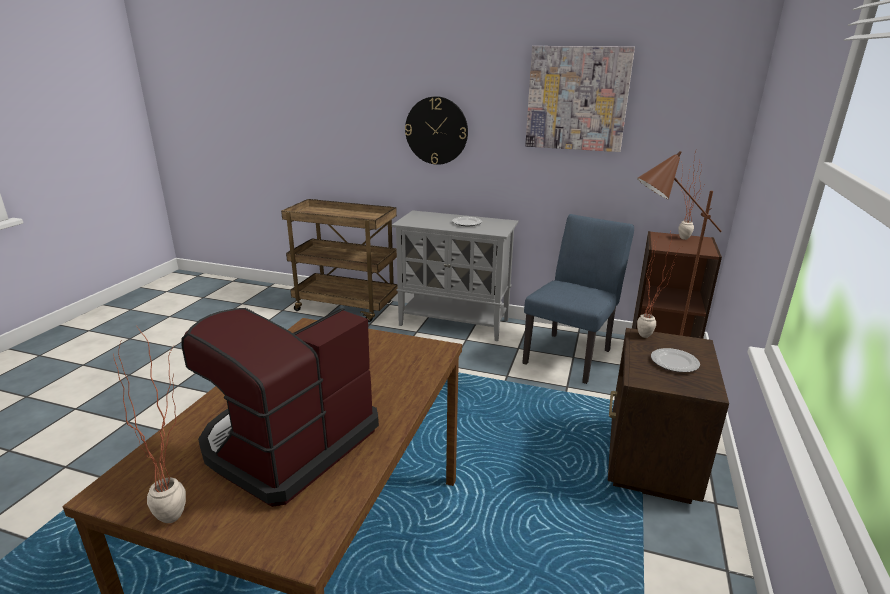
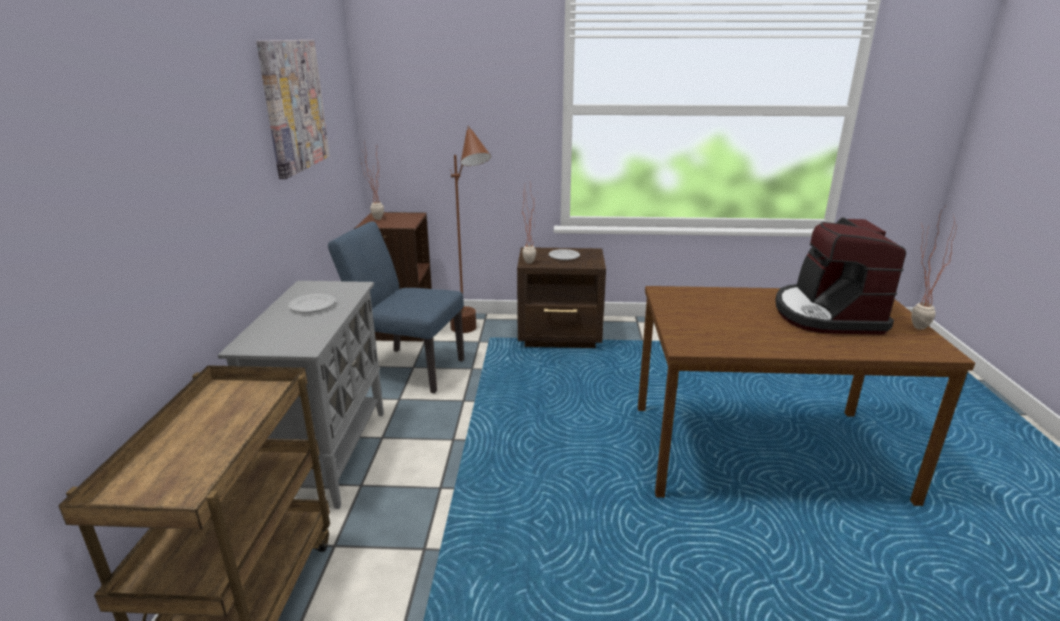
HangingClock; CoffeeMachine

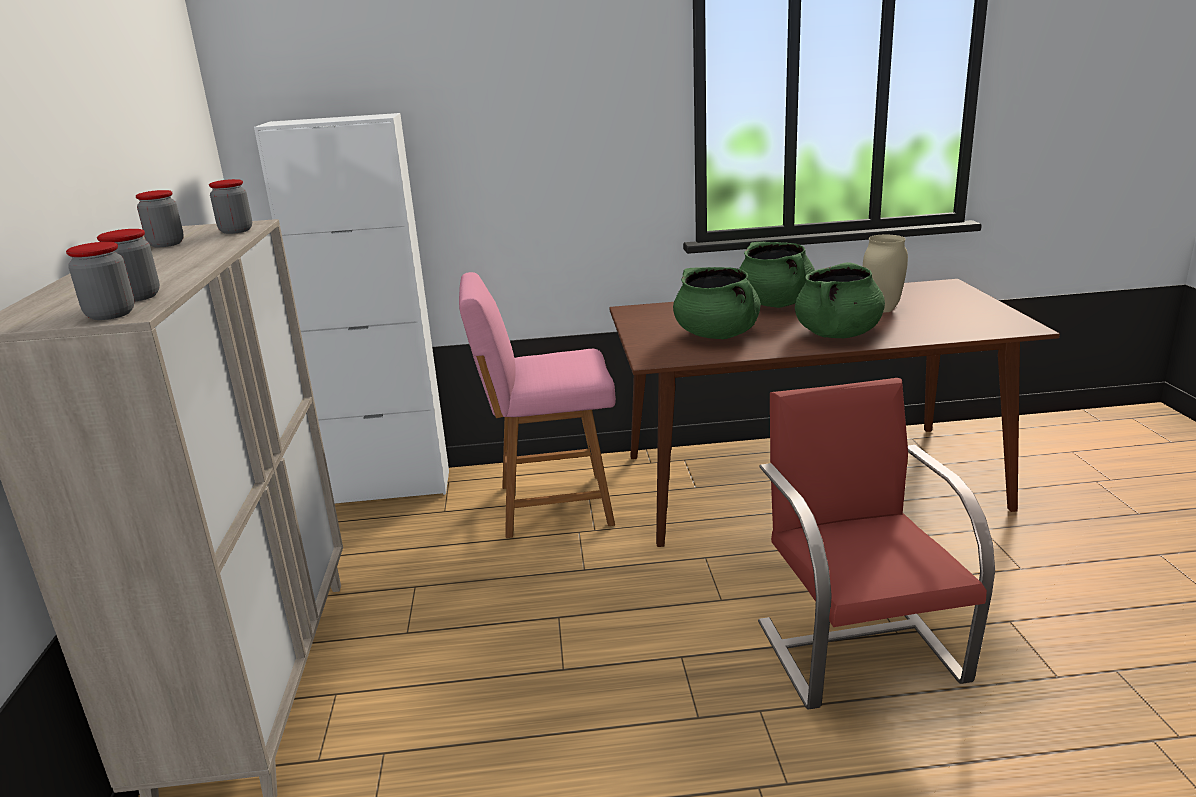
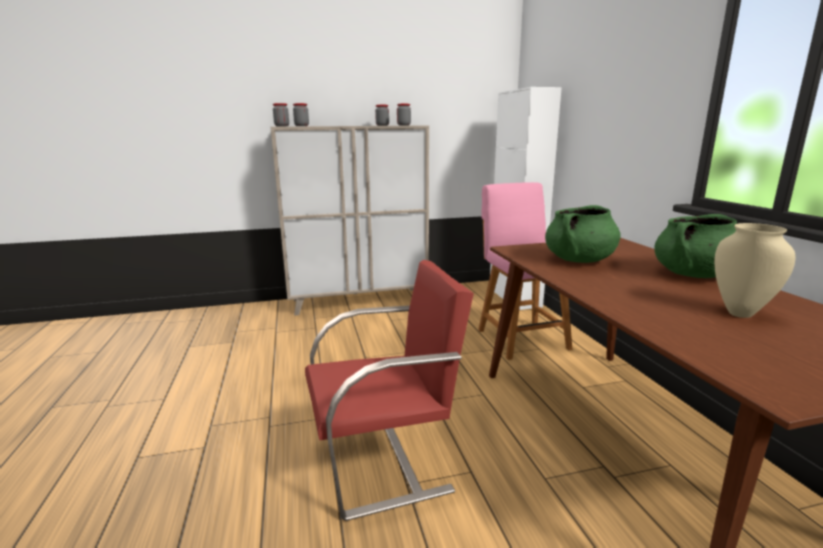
GreenCookingPot (no. 3 from left in the first image)

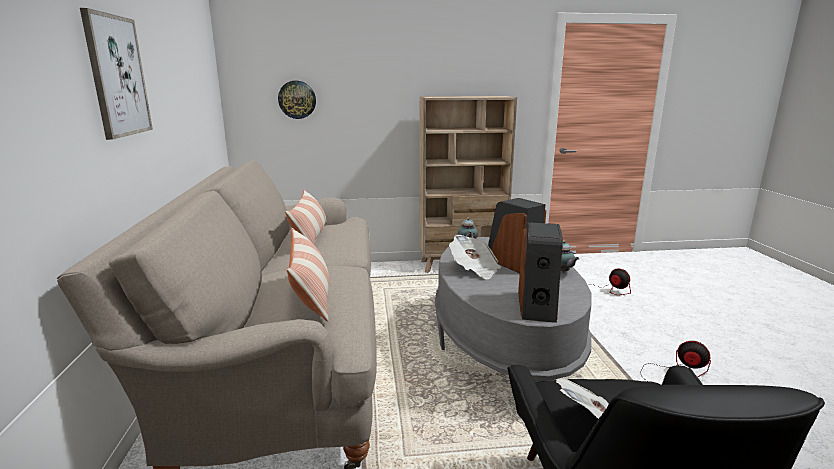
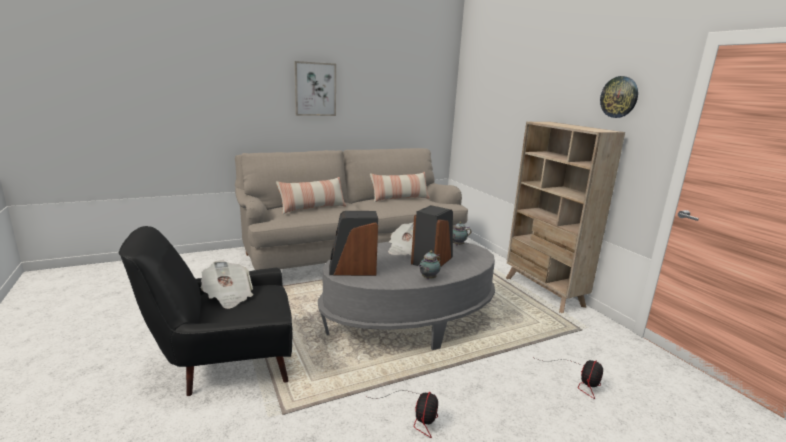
HangingClock

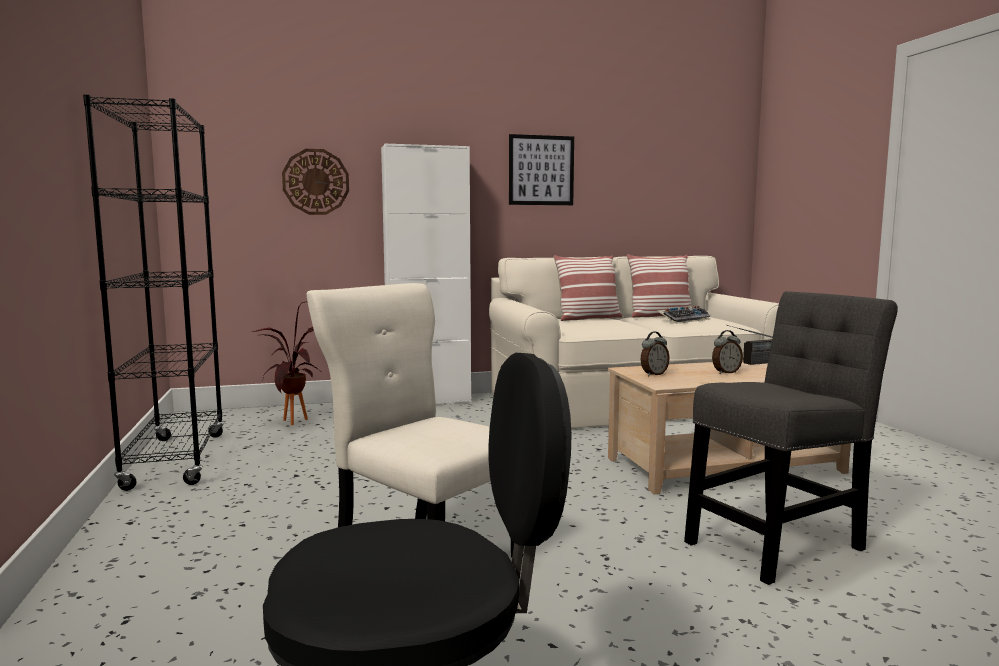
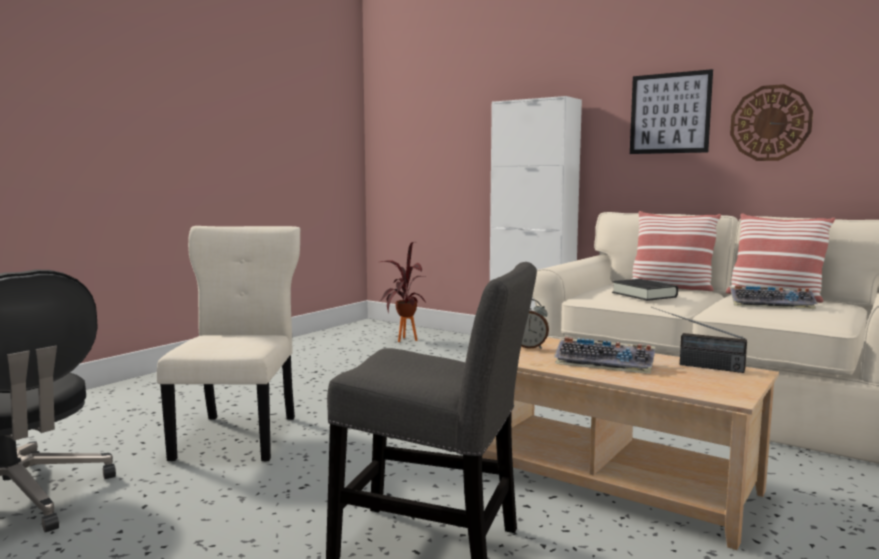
BlackishShelvingUnit; HangingClock; Keyboard (no. 1 from left); BlackishVolume

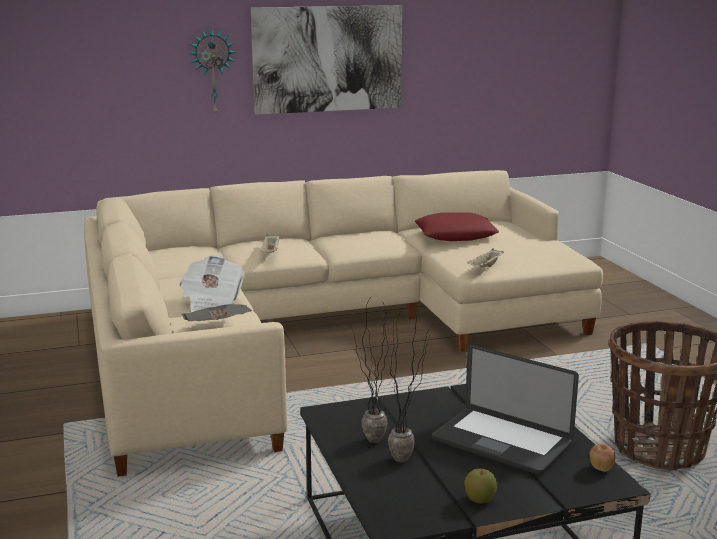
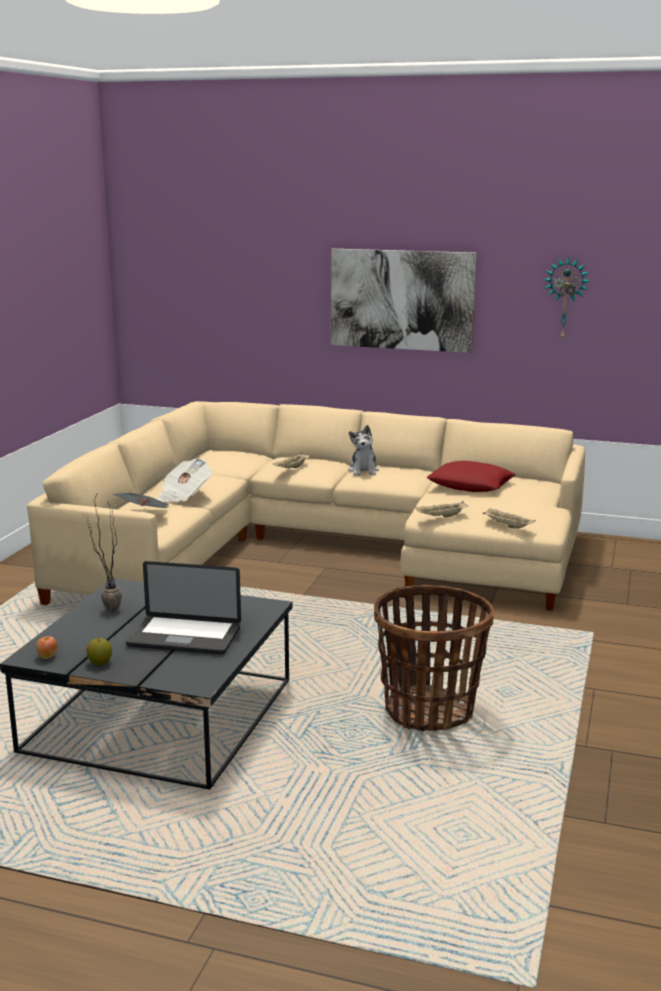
HangingClock; Houseplant (no. 2 from left in the first image); PortableComputer; Apple (no. 1 from left); SoftToy; BeigeTray (no. 3 from left)

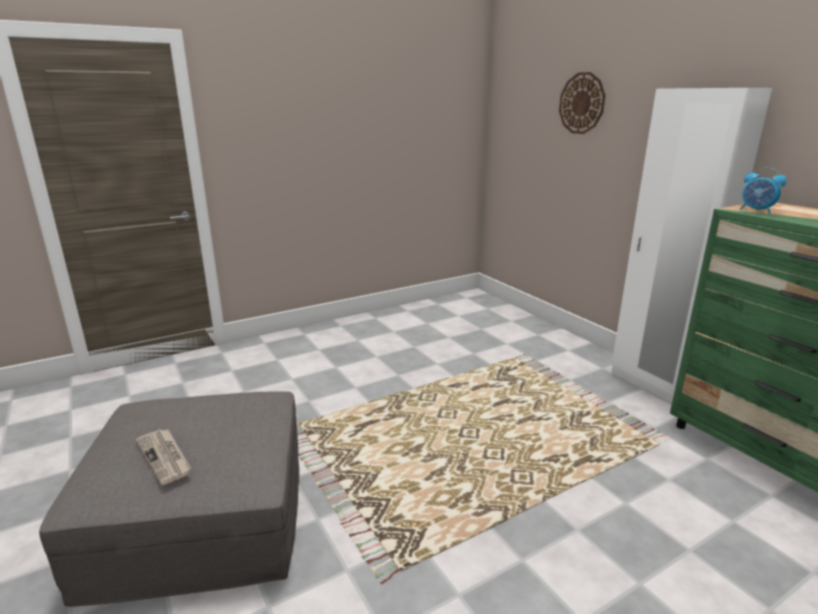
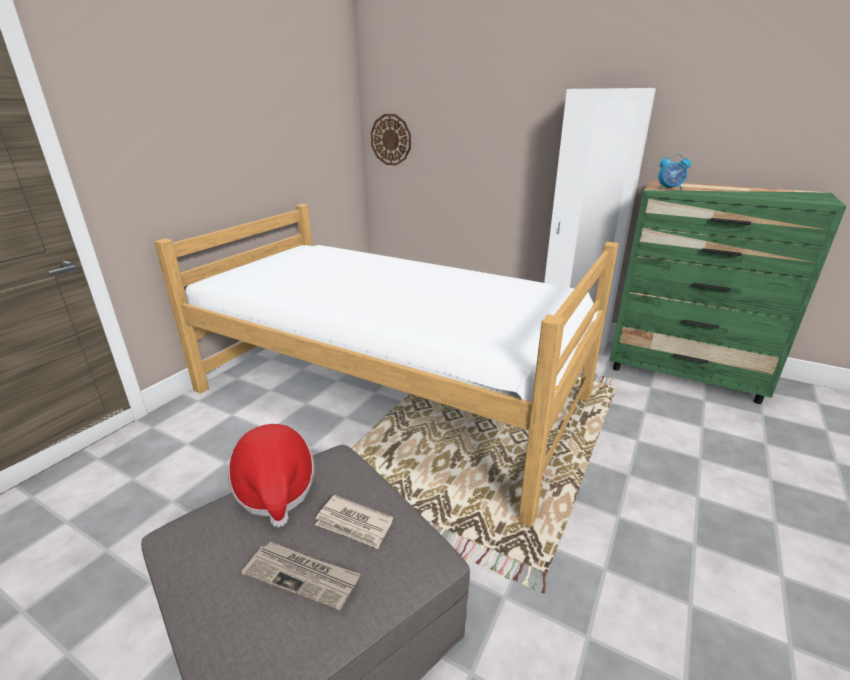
HangingClock; BedroomBed; Hat; PrintedPaper (no. 2 from left)

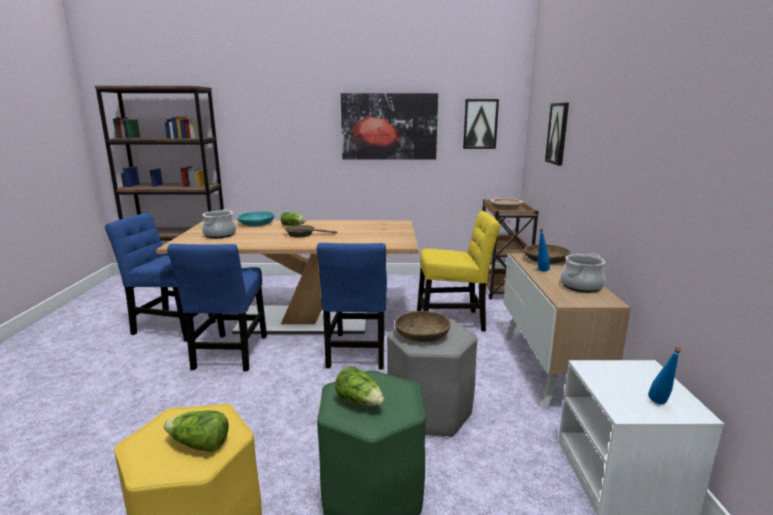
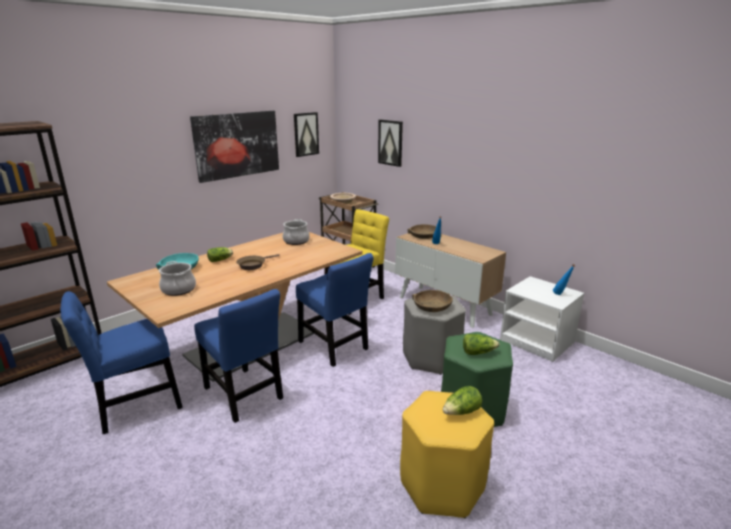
CookingPot (no. 2 from left)

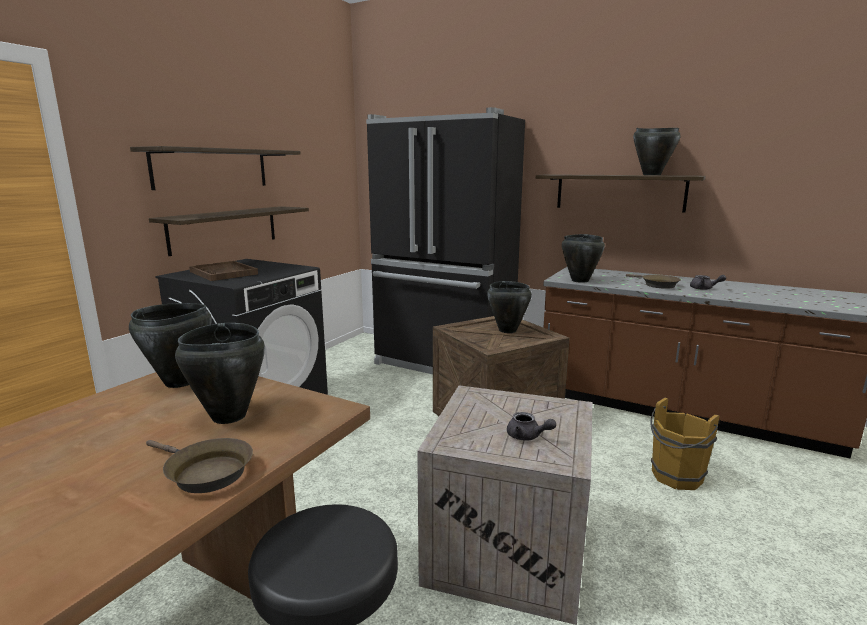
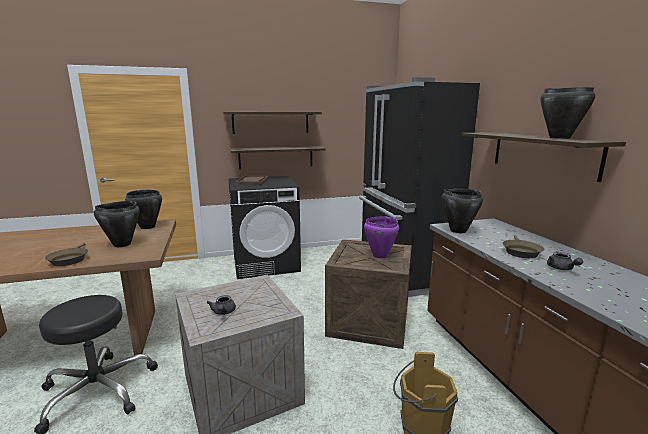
PurpleCookingPot

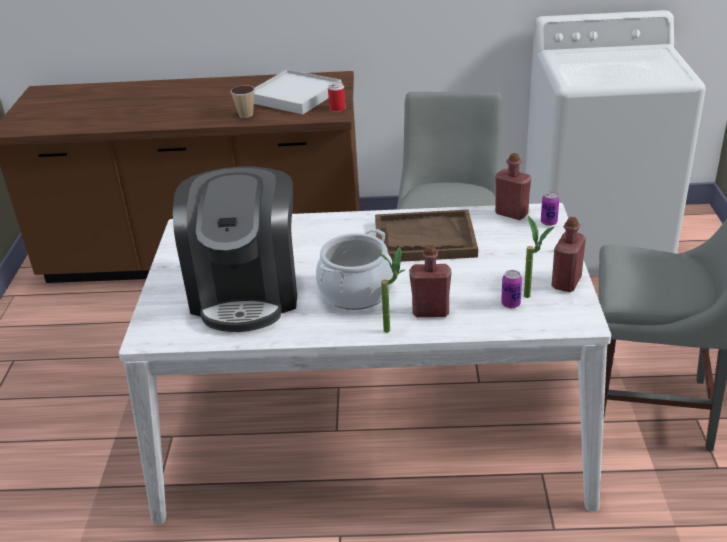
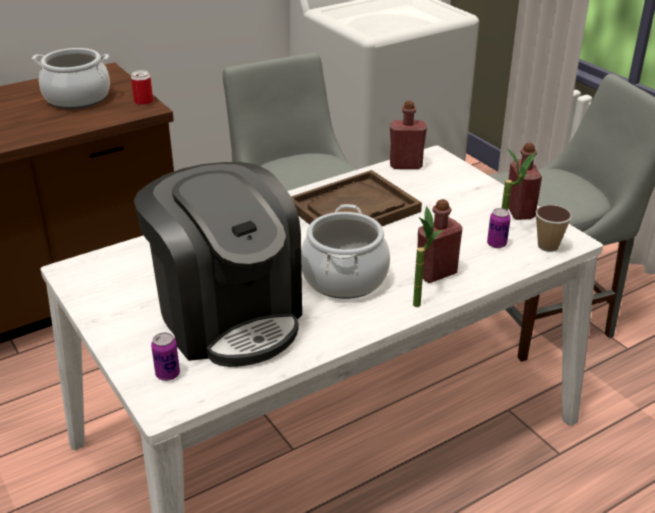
CookingPot (no. 1 from left); DrinkingCup; Can (no. 2 from left)

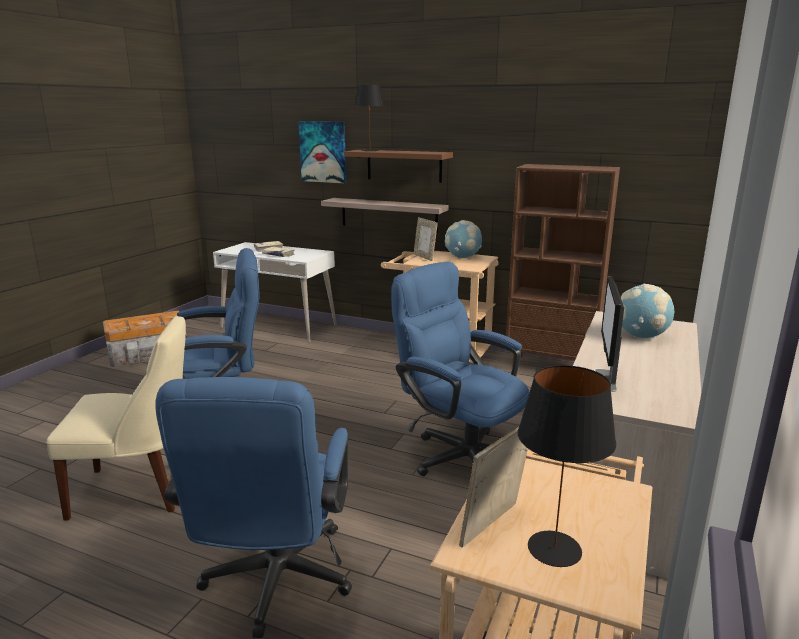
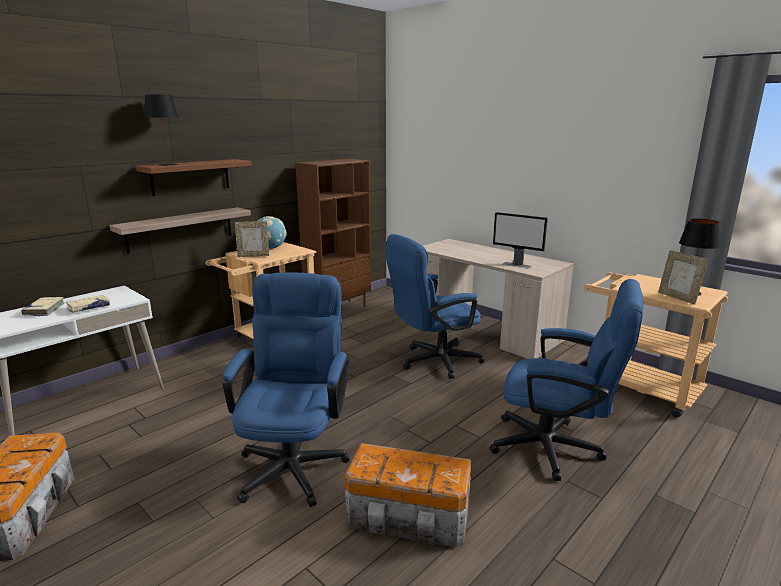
Picture; WorldGlobe (no. 2 from left in the first image); StorageBox (no. 2 from left)

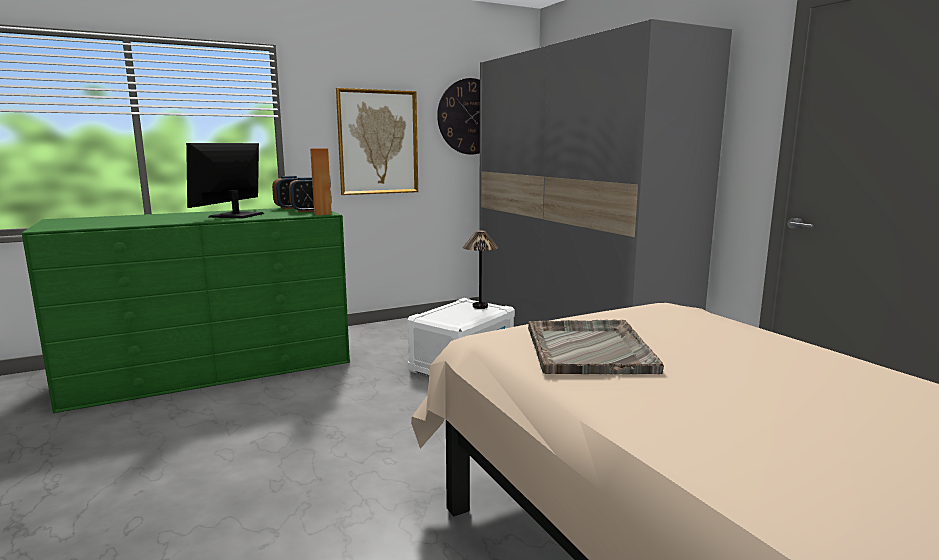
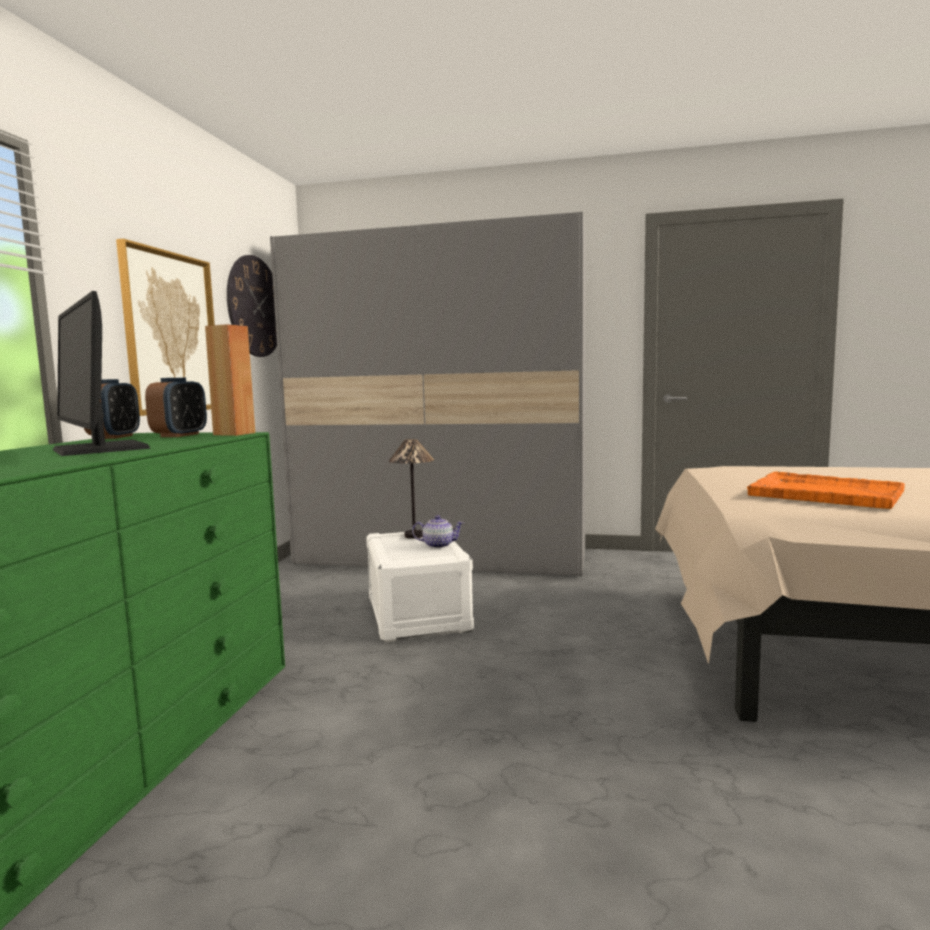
OrangeTray; PotForTea

